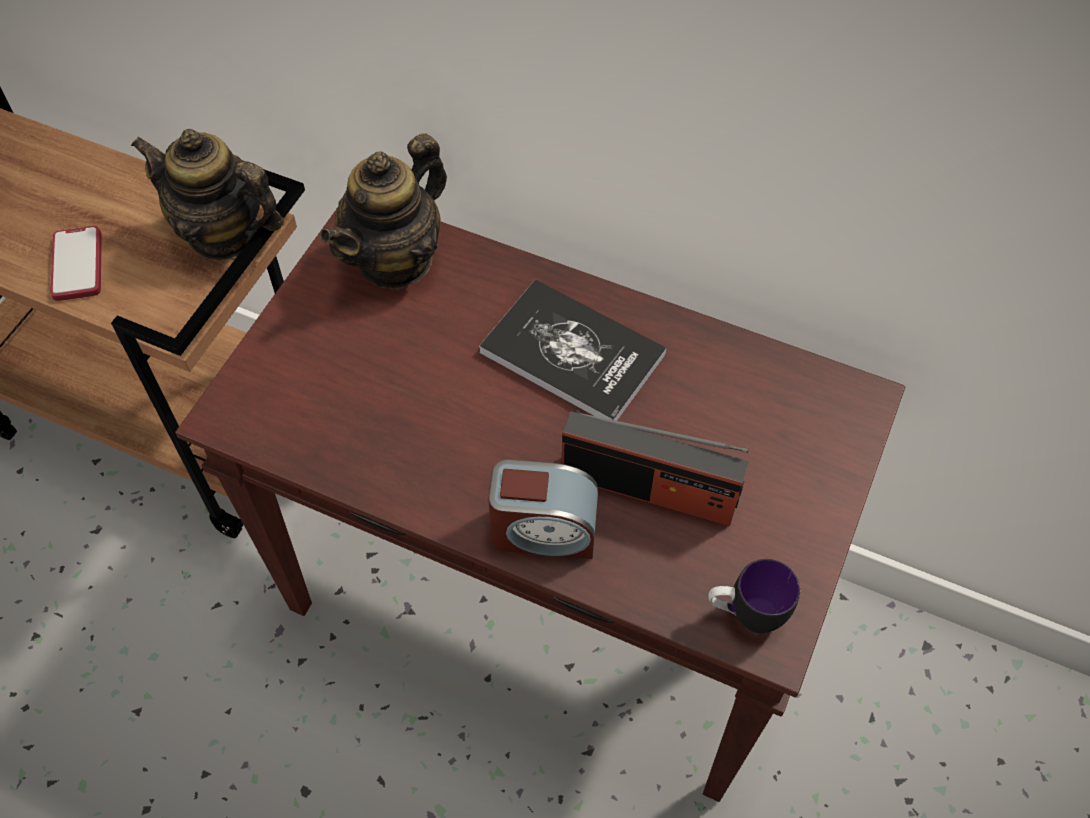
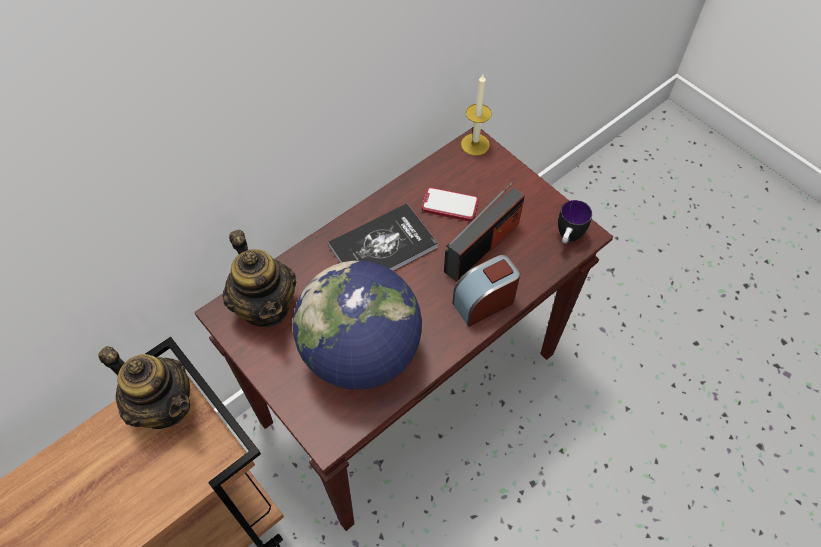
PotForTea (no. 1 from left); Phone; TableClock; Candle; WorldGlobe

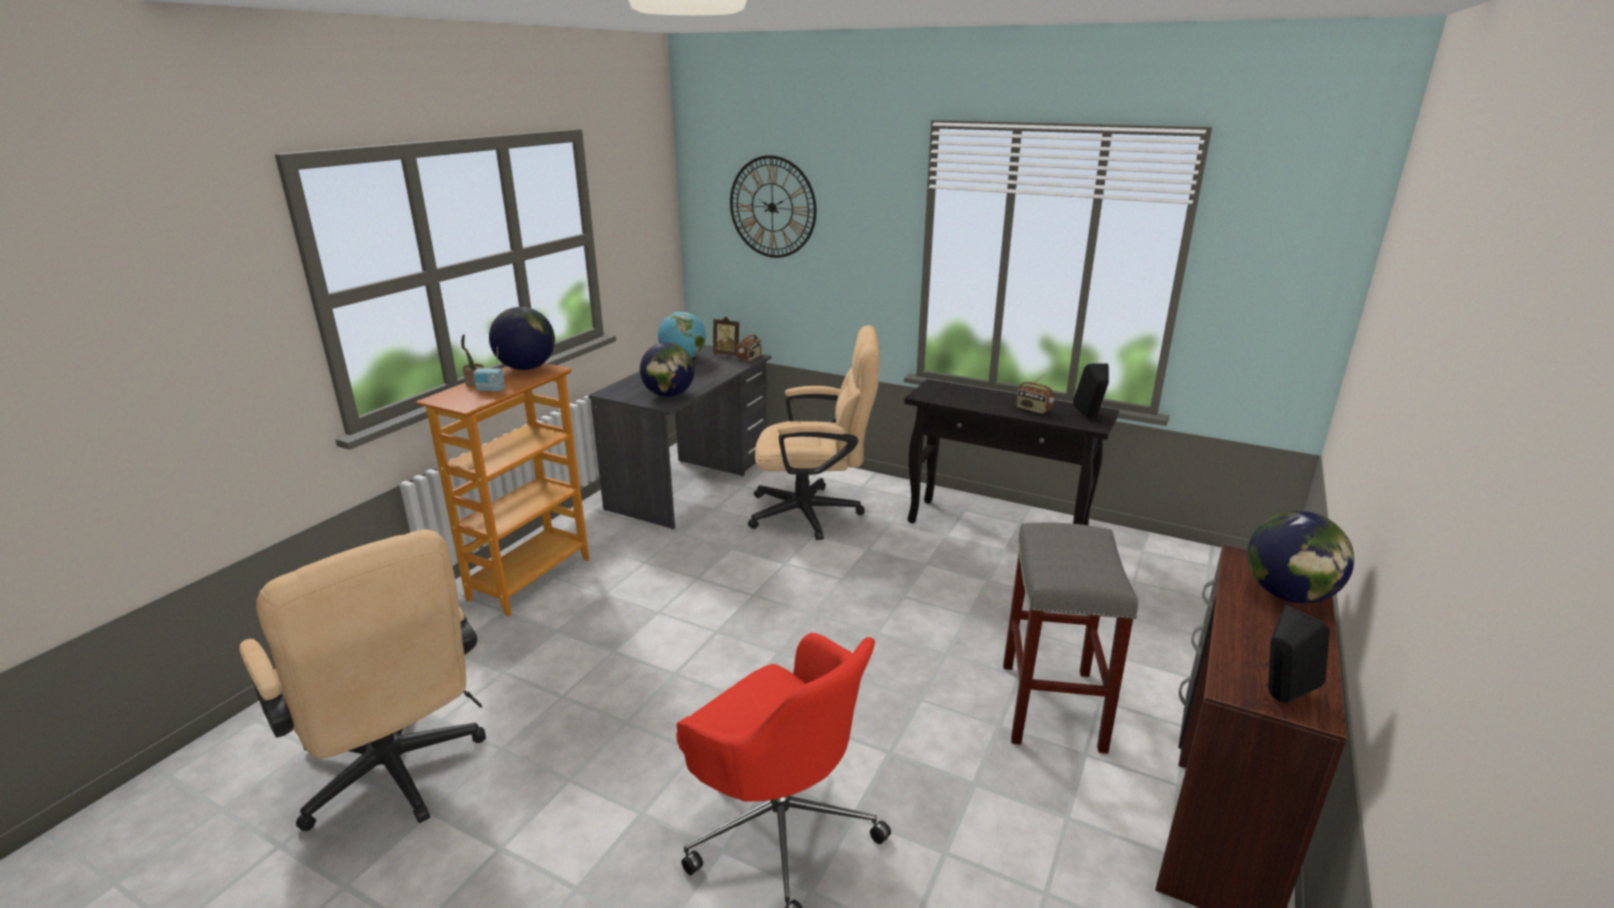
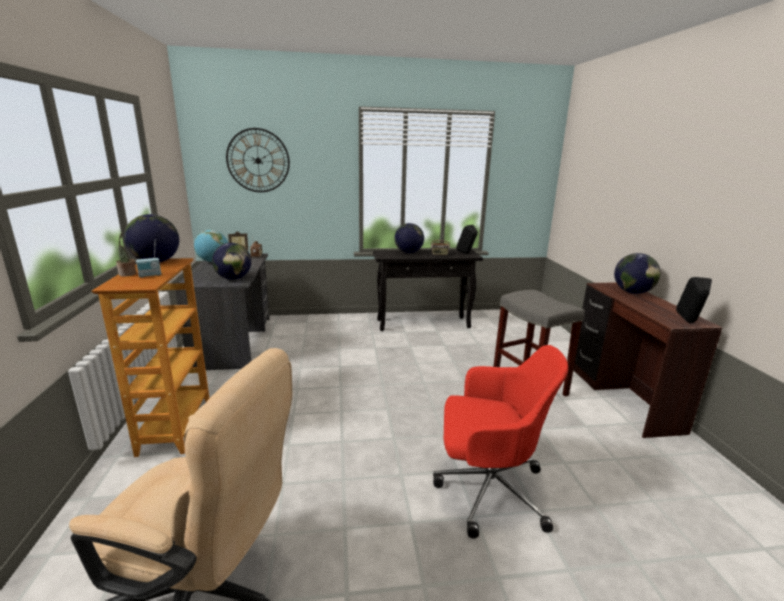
BeigeOfficeChair (no. 2 from left in the first image); WorldGlobe (no. 4 from left)

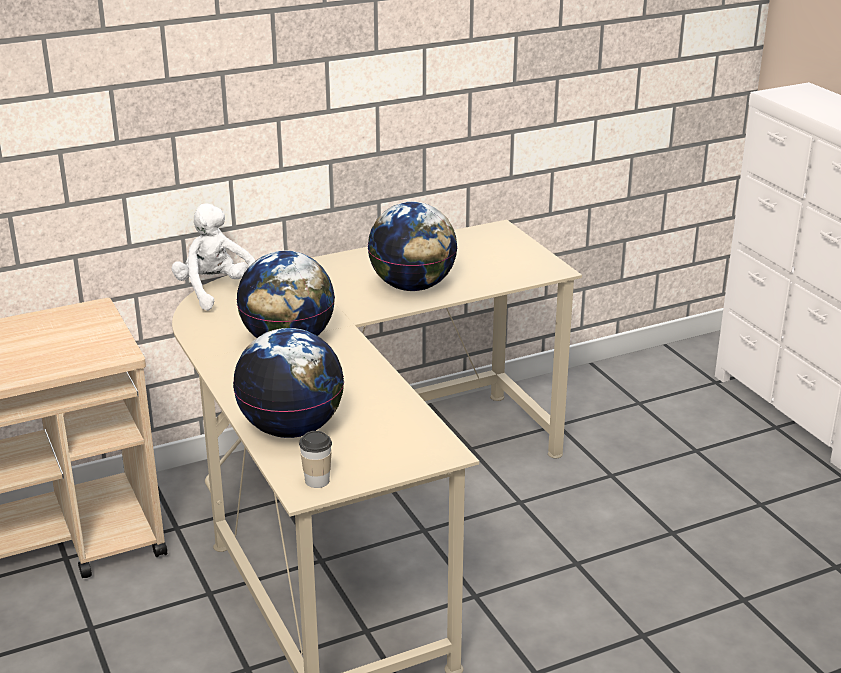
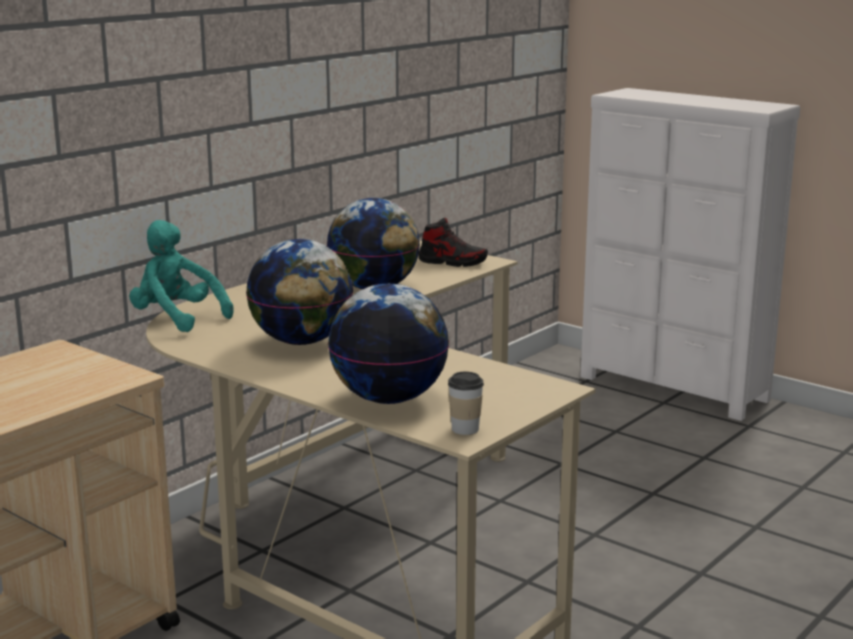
TurquoiseSoftToy; LowShoe

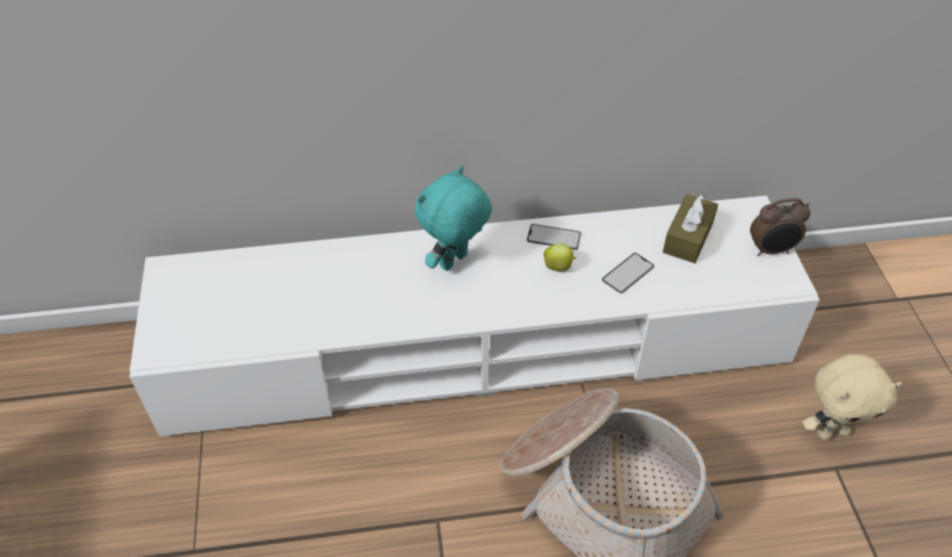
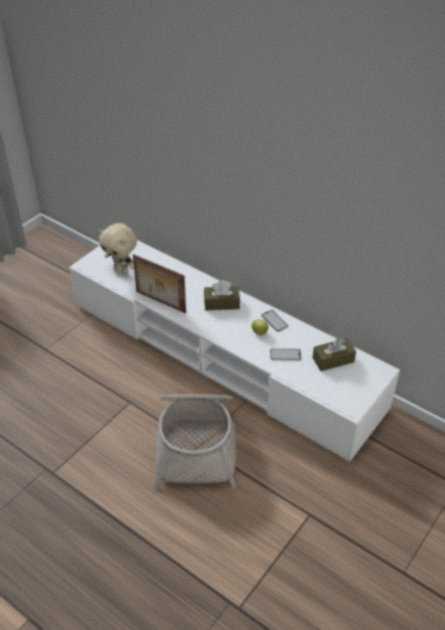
BrownColouredTissueBox (no. 1 from left); TableClock; BeigeSoftToy; PictureFrame

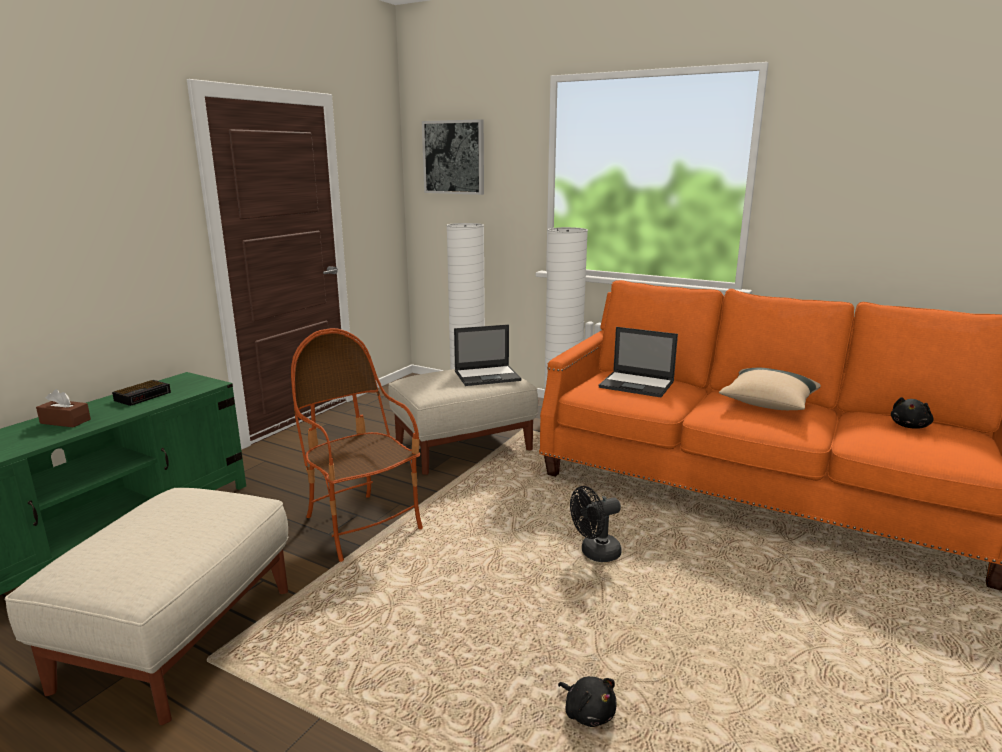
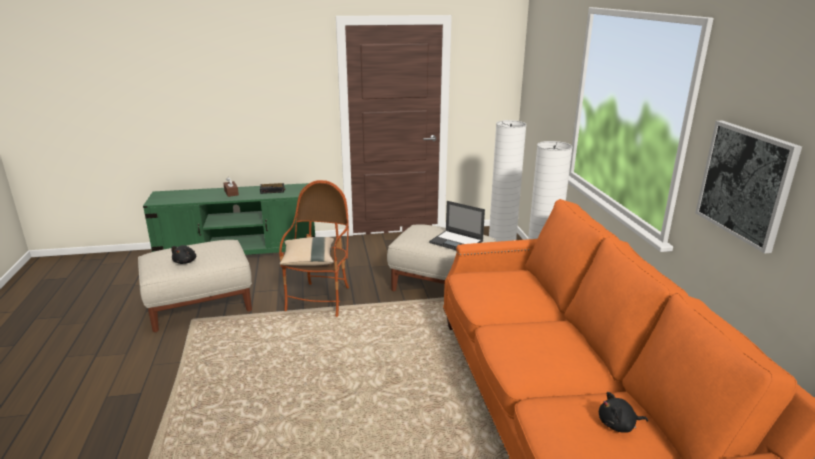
Picture; PortableComputer (no. 2 from left in the first image); BeigePillow; BlackishElectricFan; BlackishSoftToy (no. 1 from left)

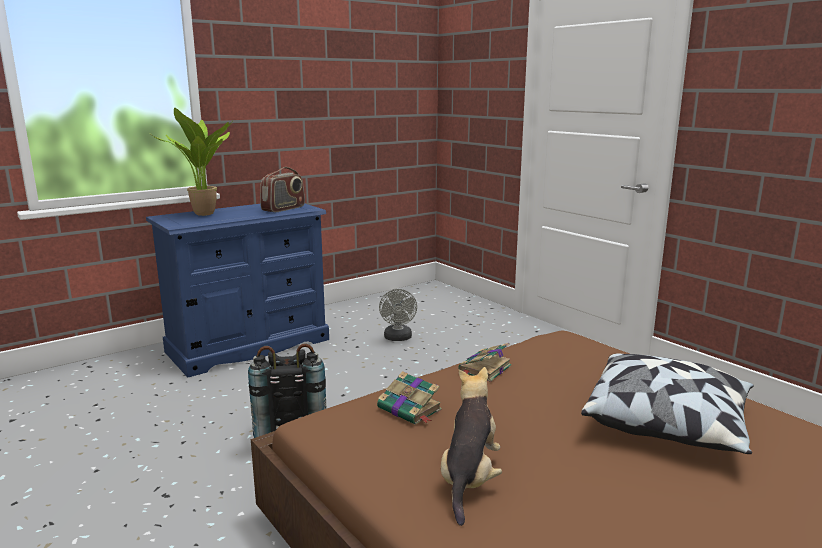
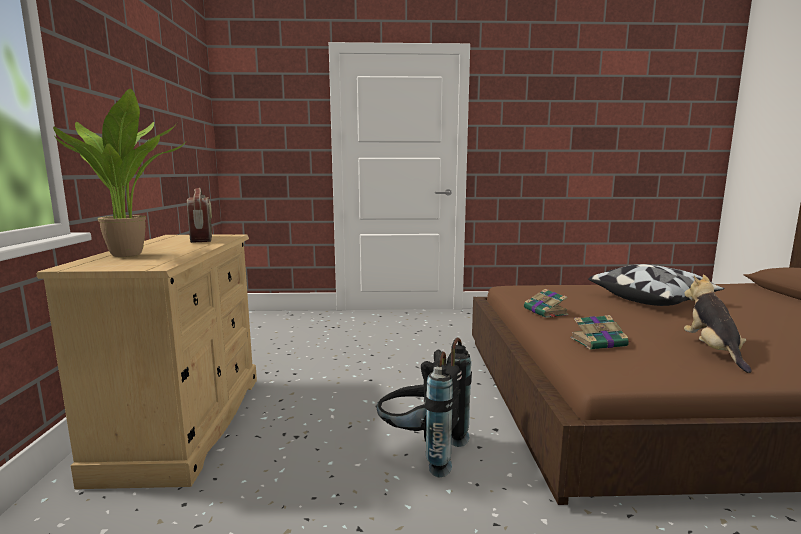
BeigeDrawerChest; GreyElectricFan; SoftToy

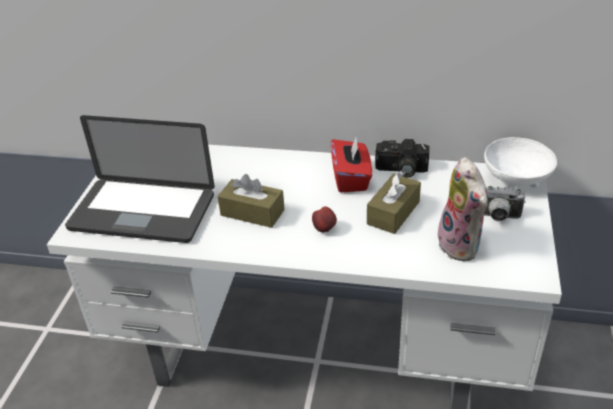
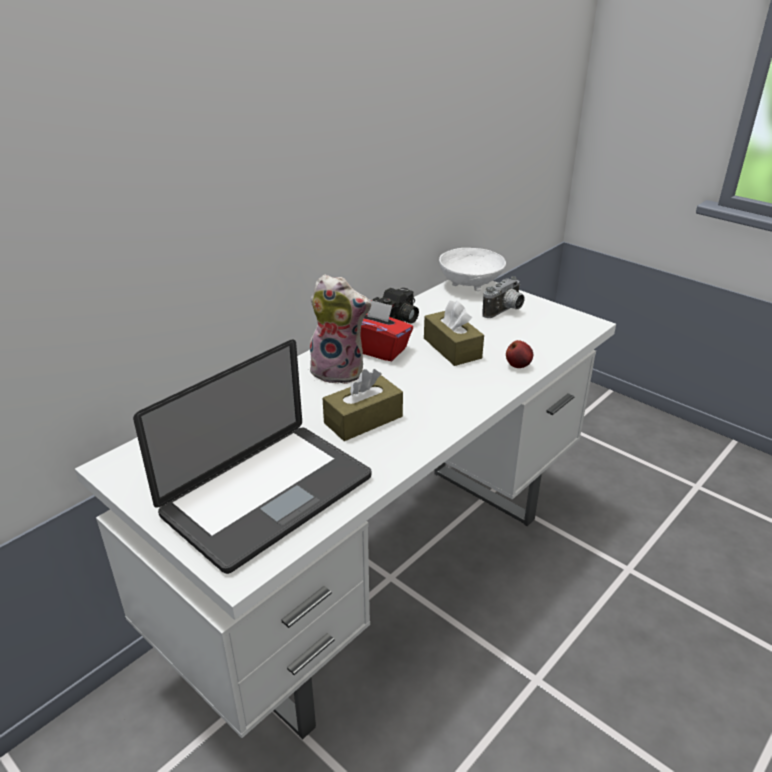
SoftToy; Apple

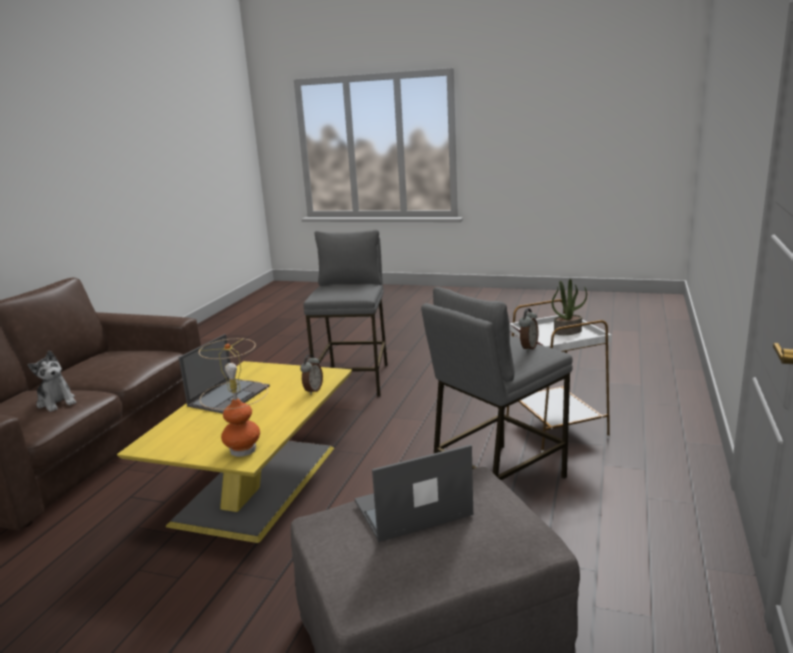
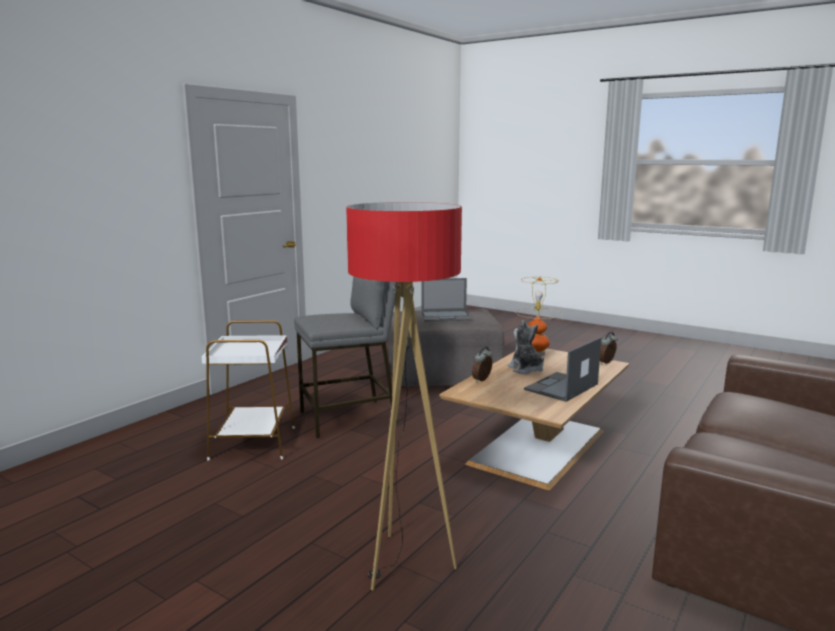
StandardLamp; Houseplant; TableClock (no. 2 from left); SoftToy; BrownColouredLoungeTable

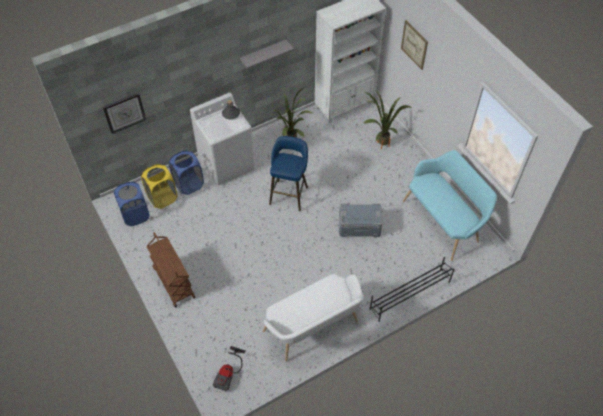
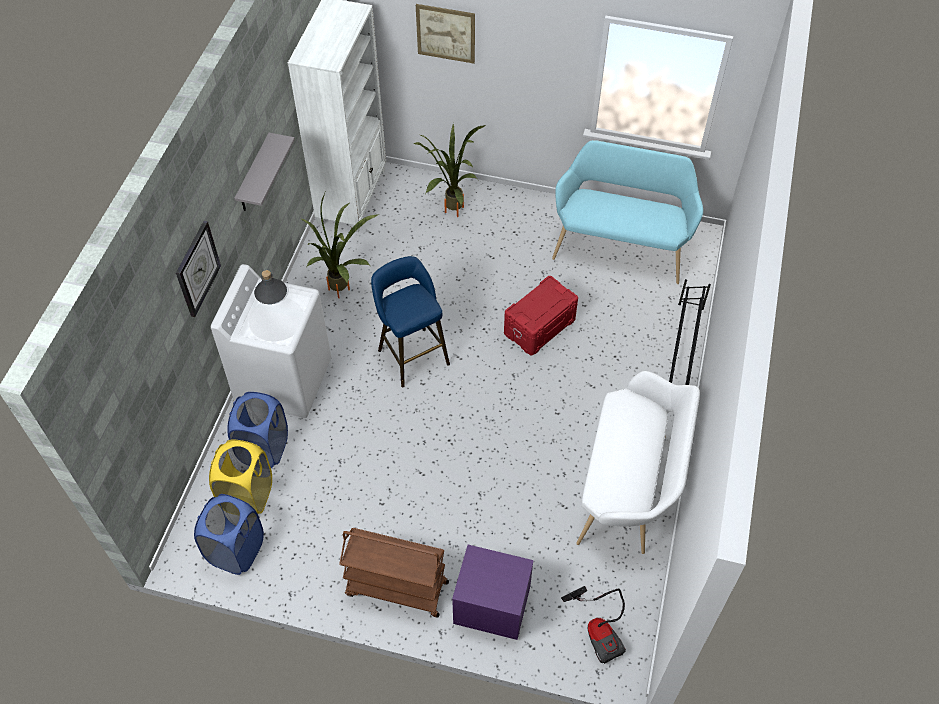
HangingClock; RedStorageBox; PurpleNightstand

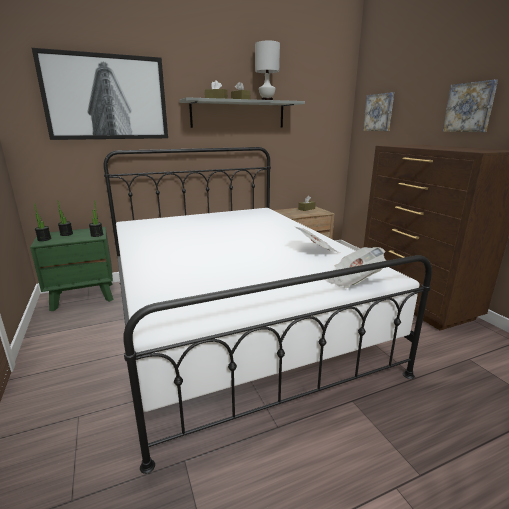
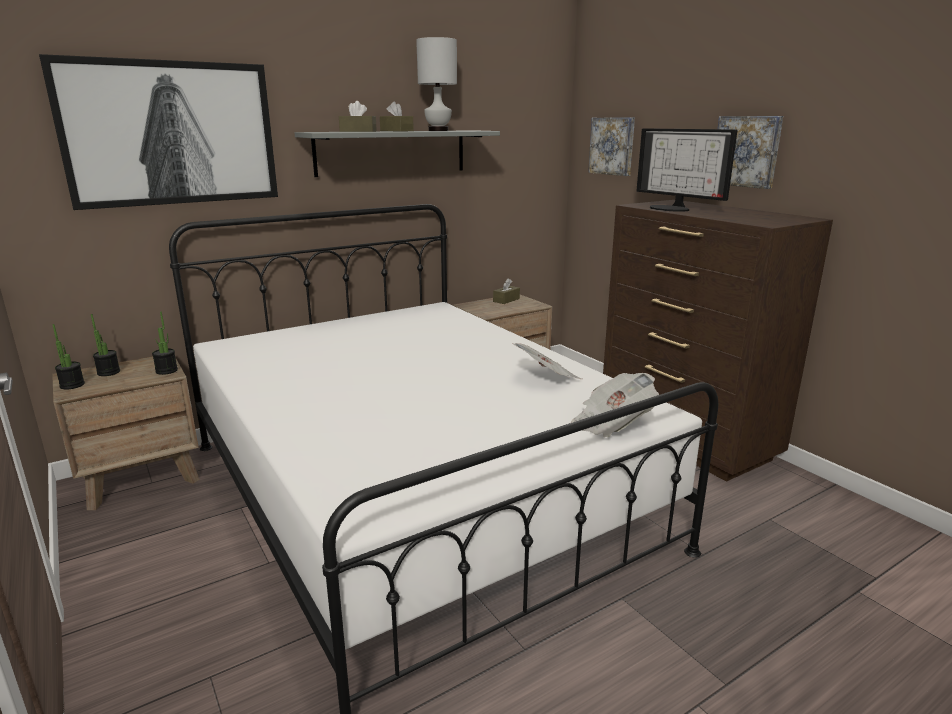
BrownColouredNightstand (no. 1 from left); Monitor

